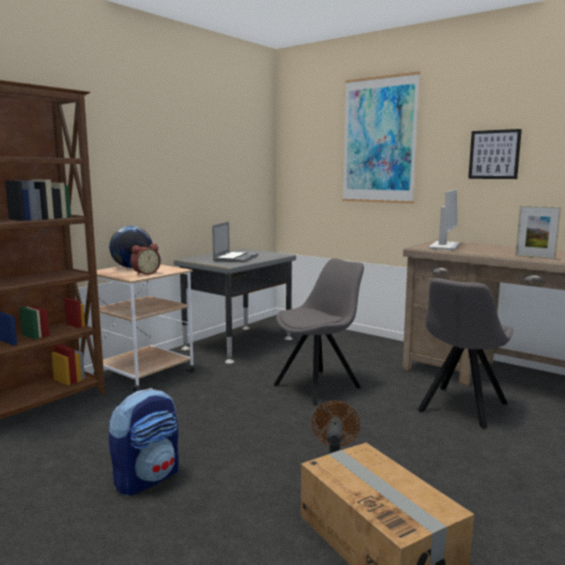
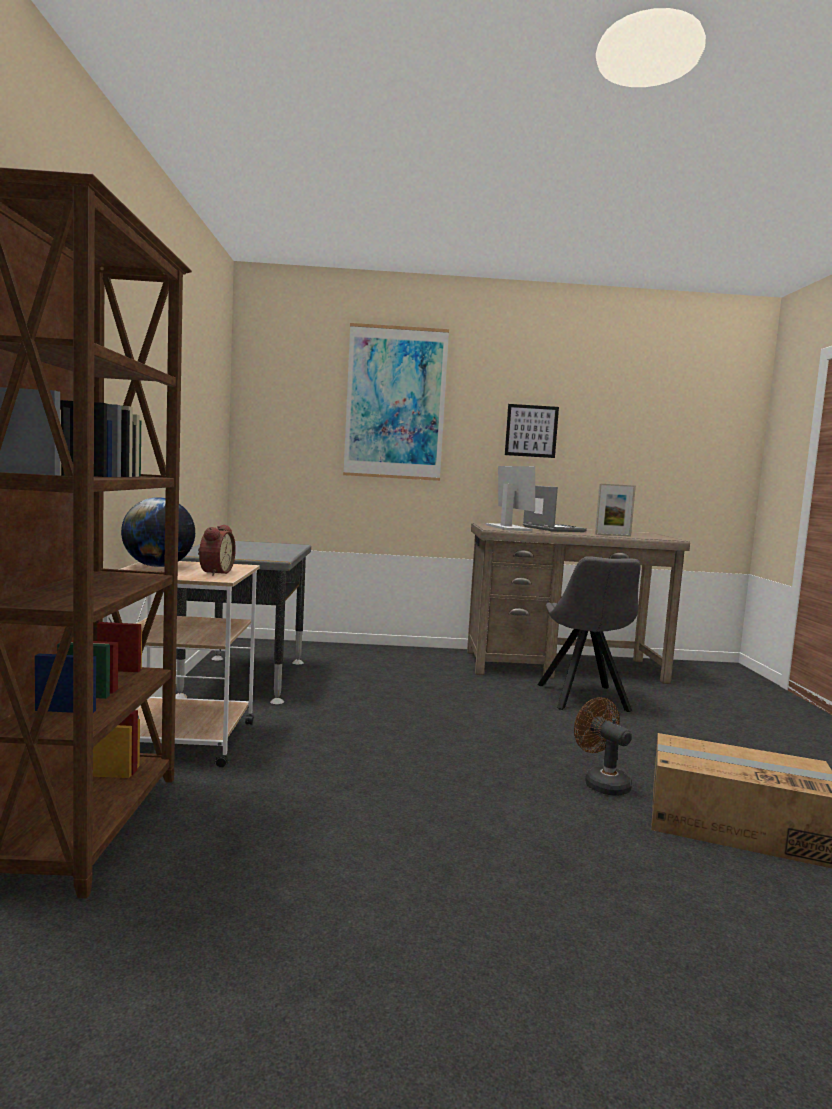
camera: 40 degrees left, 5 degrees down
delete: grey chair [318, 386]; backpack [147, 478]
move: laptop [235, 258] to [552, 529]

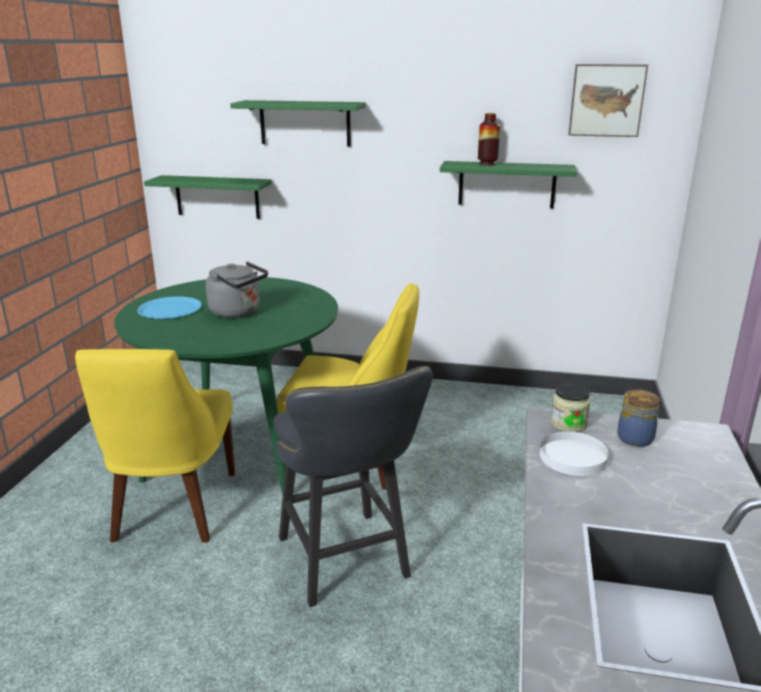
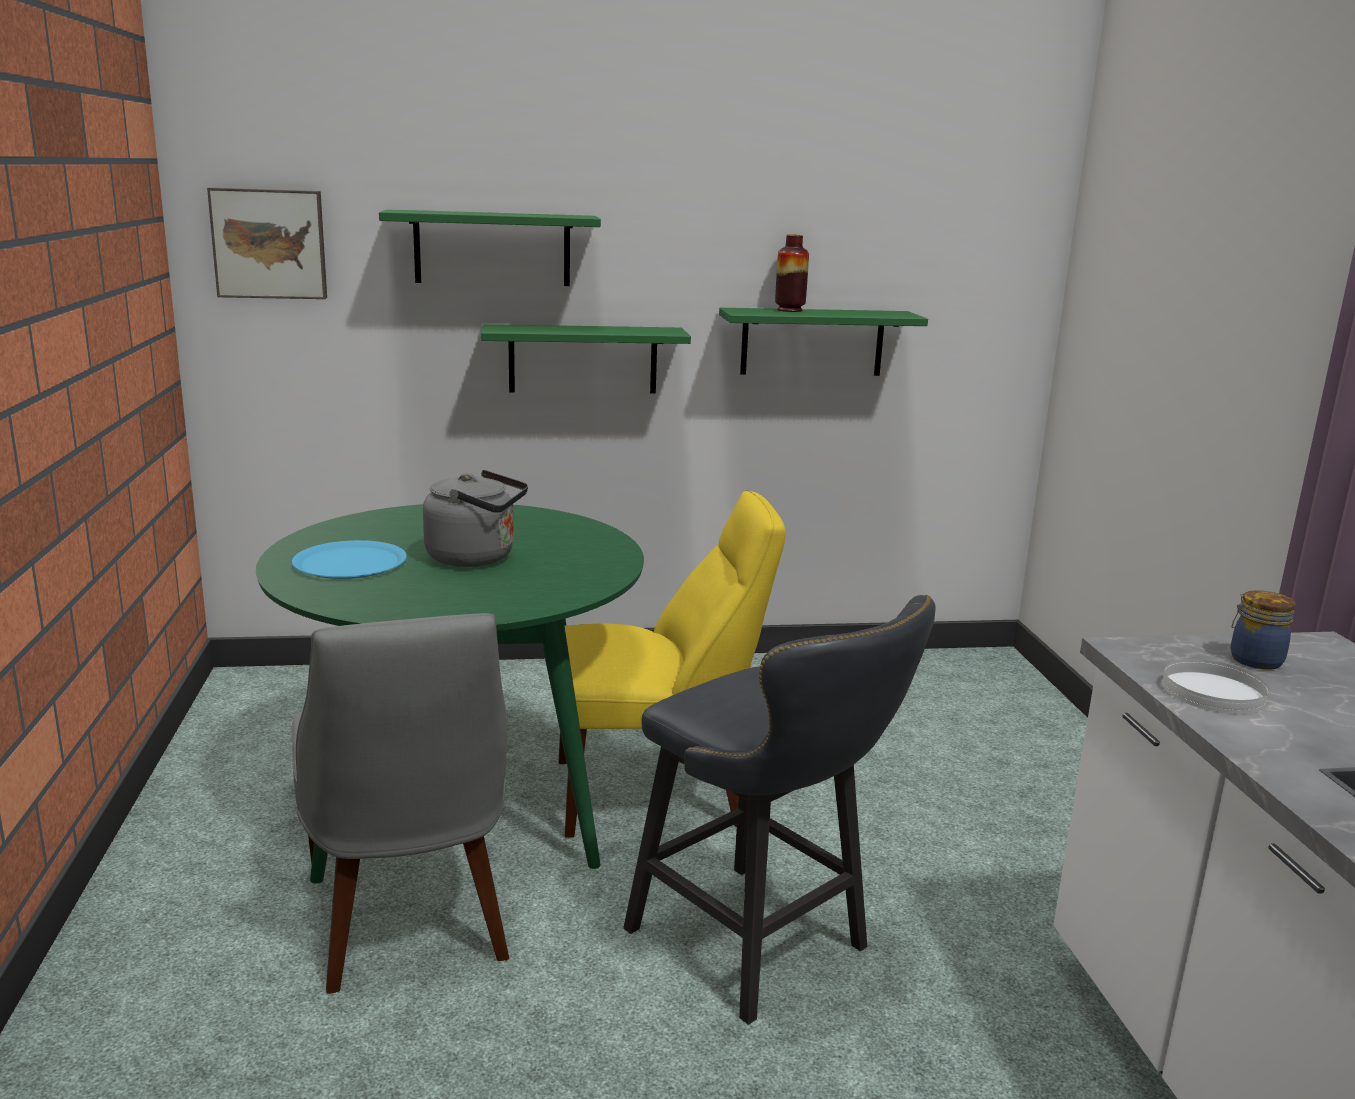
camera: 20 degrees left, 5 degrees down
delete: jar [568, 424]
move: picture [606, 100] to [270, 243]; green shelf [217, 197] to [583, 359]
recolor: yellow chair [173, 509] to grey chair [408, 918]

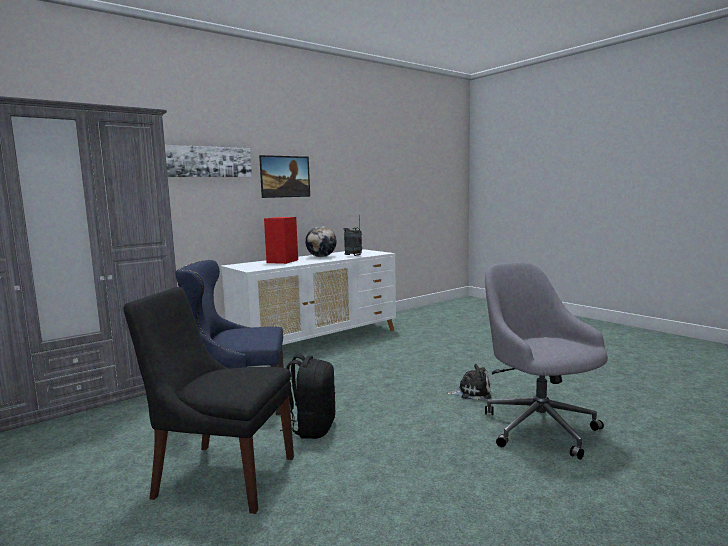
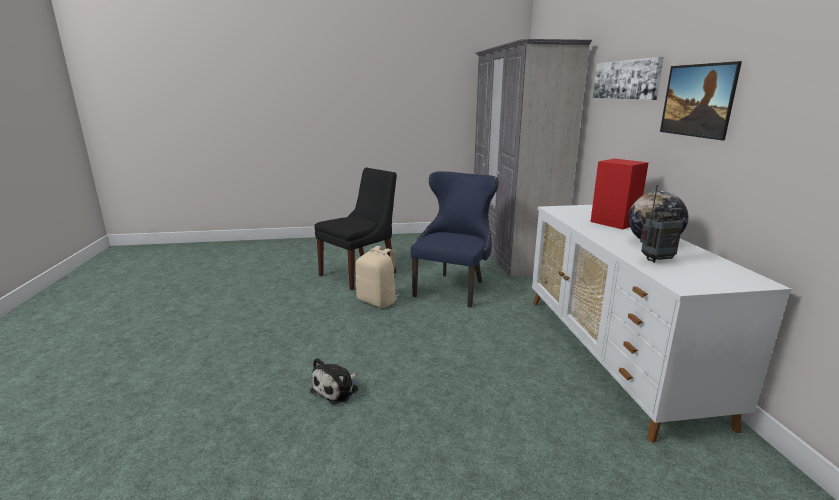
camera: 120 degrees right, 10 degrees up
delete: grey office chair [538, 428]
recolor: black backpack [312, 428] to beige backpack [378, 301]

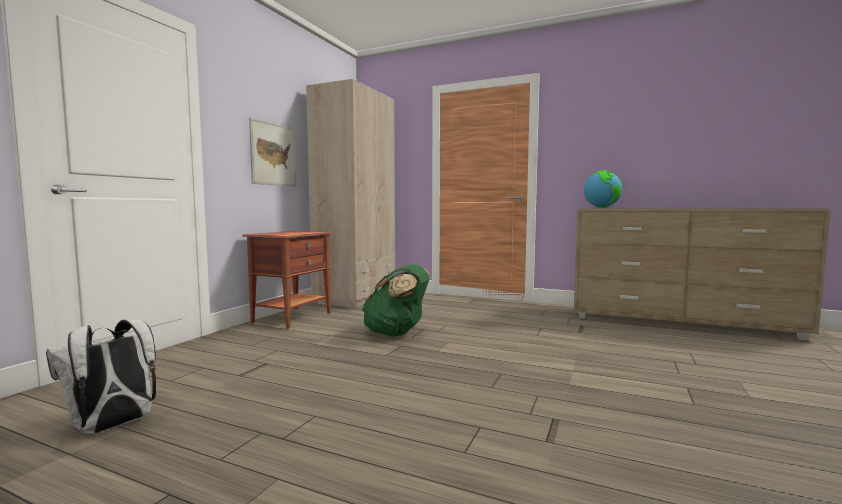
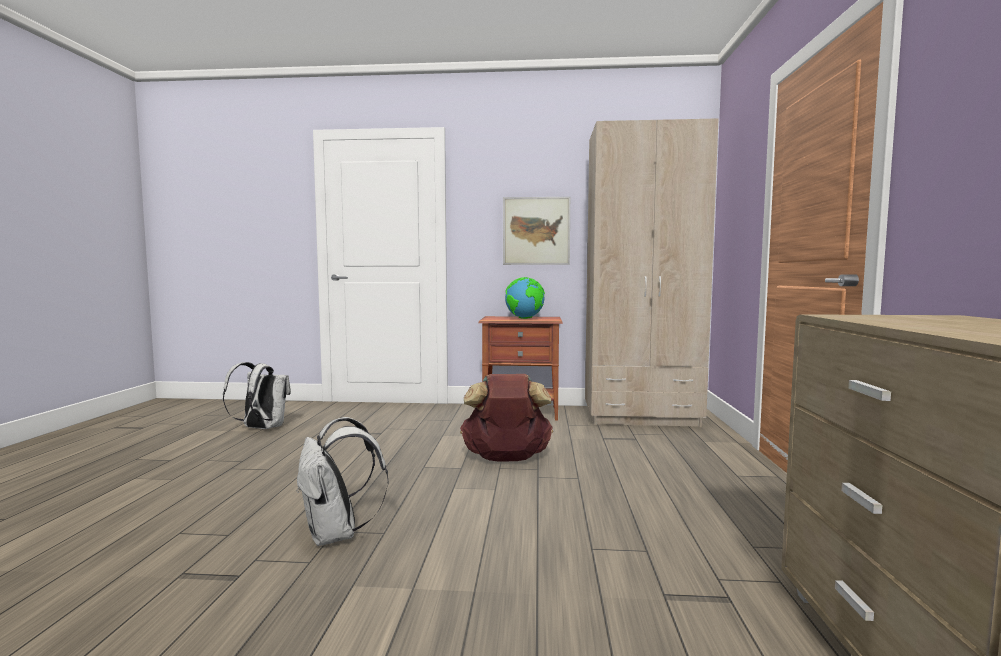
camera: 70 degrees right, 0 degrees up
insert: white backpack [336, 535]
move: globe [602, 208] to [525, 318]
recolor: green backpack [397, 333] to brown backpack [506, 459]

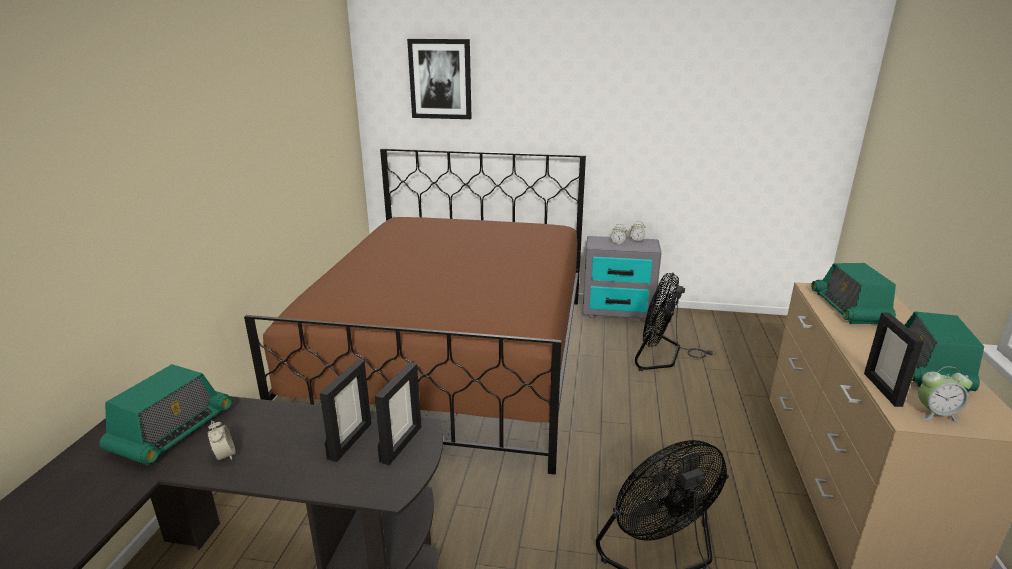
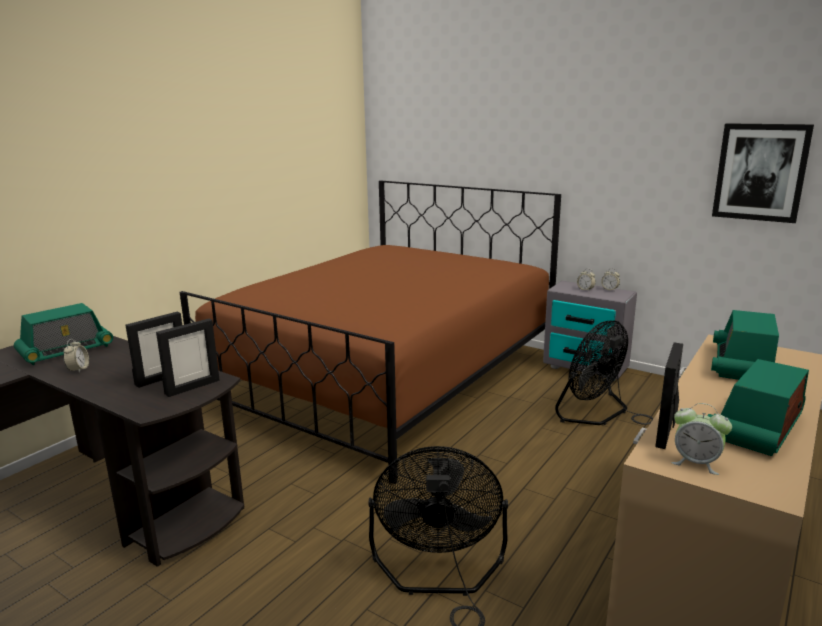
camera: 25 degrees right, 5 degrees down
move: picture [440, 79] to [760, 172]

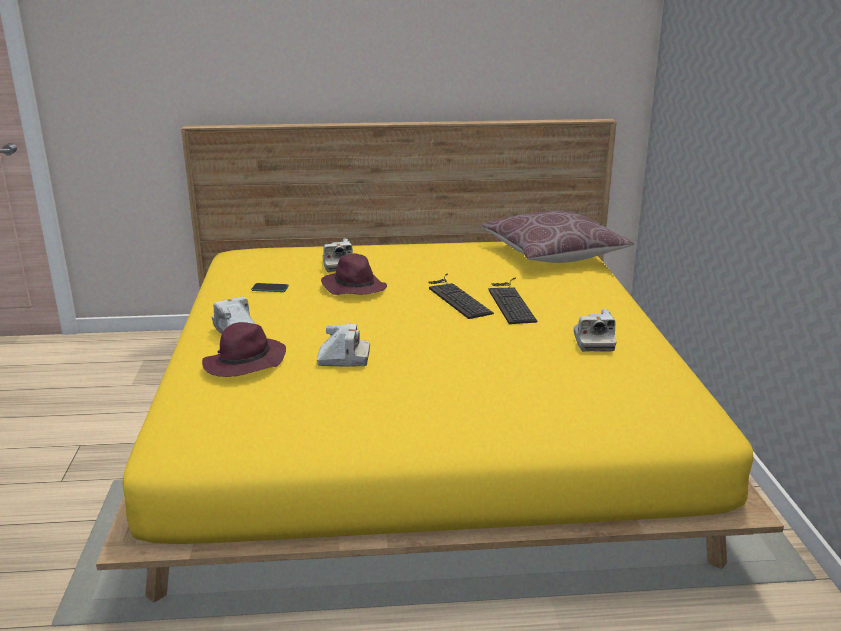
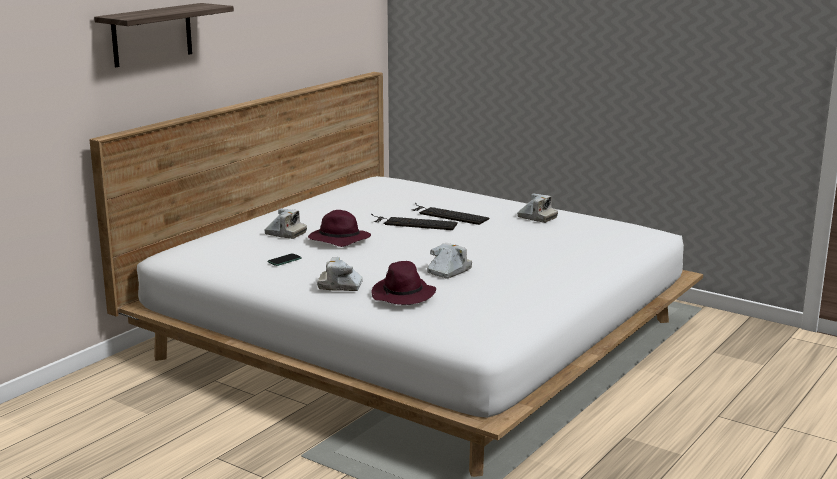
camera: 50 degrees left, 5 degrees down
delete: brown pillow [553, 253]
insert: shelf [152, 35]
recolor: yellow bed [420, 429] to white bed [419, 339]

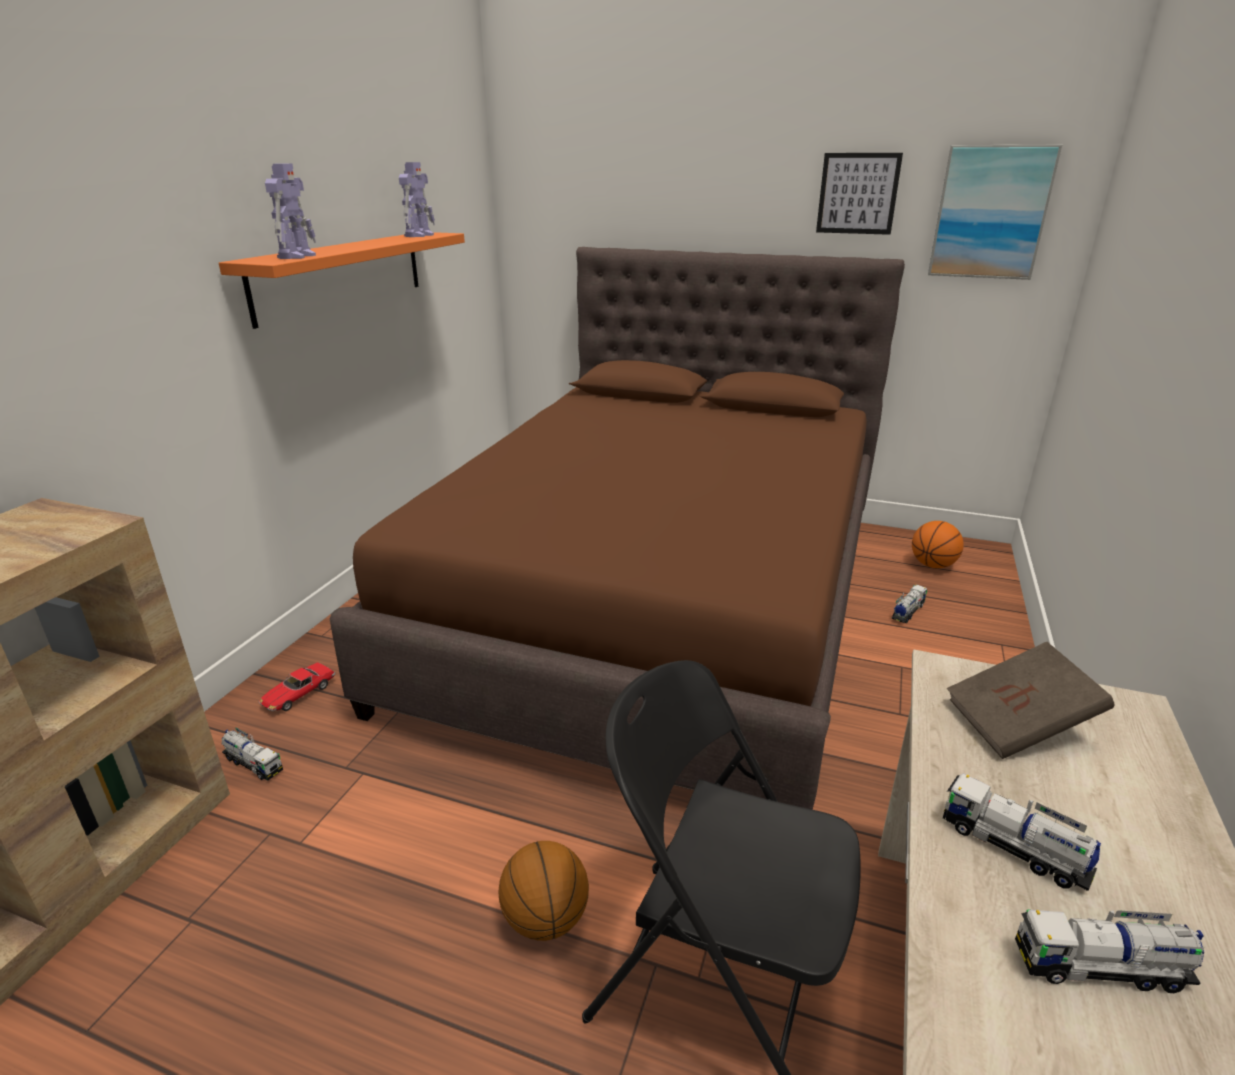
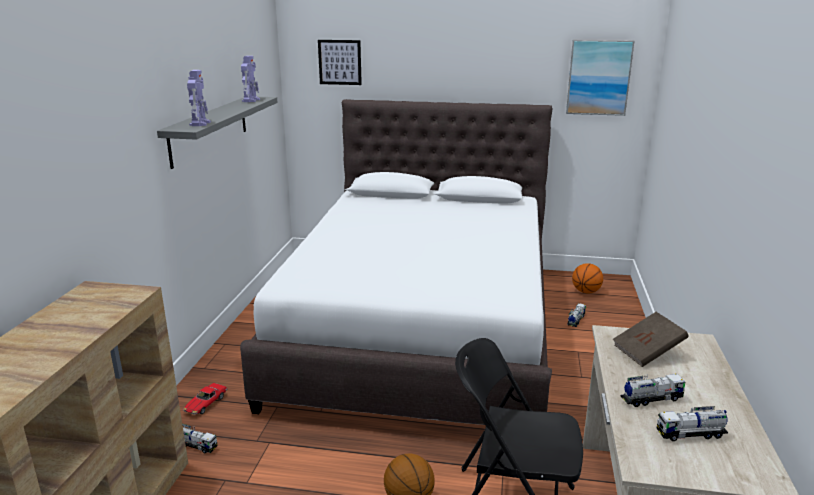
camera: 10 degrees left, 5 degrees down
move: picture [858, 193] to [340, 62]
recolor: orange shelf [341, 275] to grey shelf [210, 129]; brown bed [659, 601] to white bed [422, 327]
rotate: toy truck [1013, 847] = [651, 399] 135 degrees clockwise

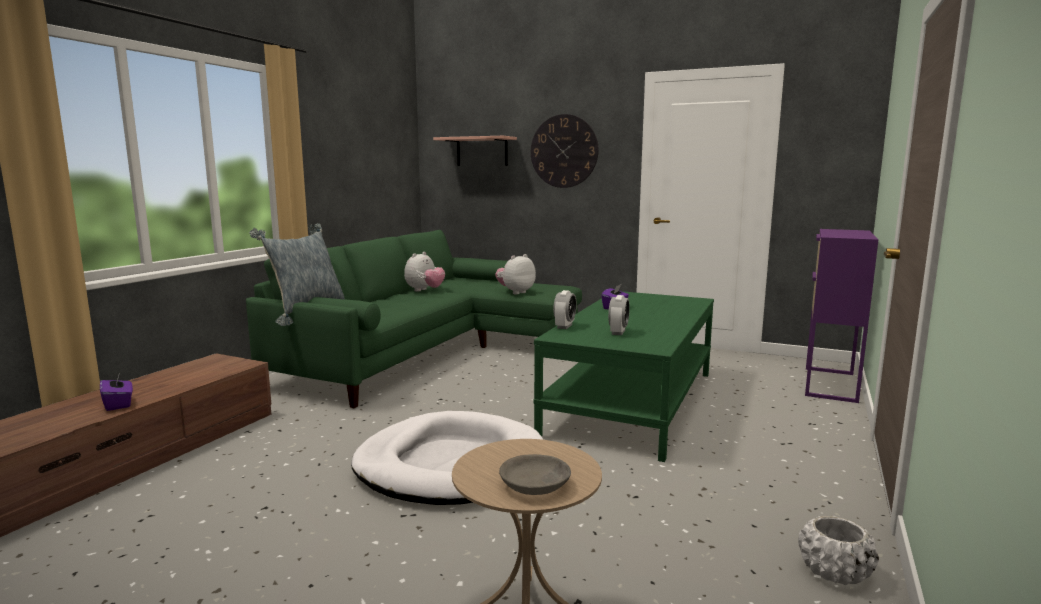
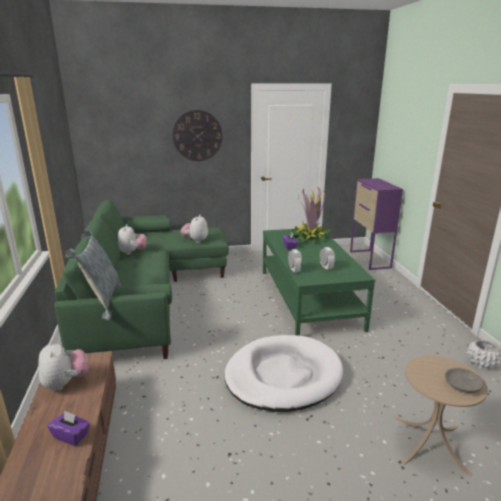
camera: 35 degrees left, 10 degrees up
delete: shelf [482, 151]
insert: potted plant [310, 238]; plush toy [65, 383]

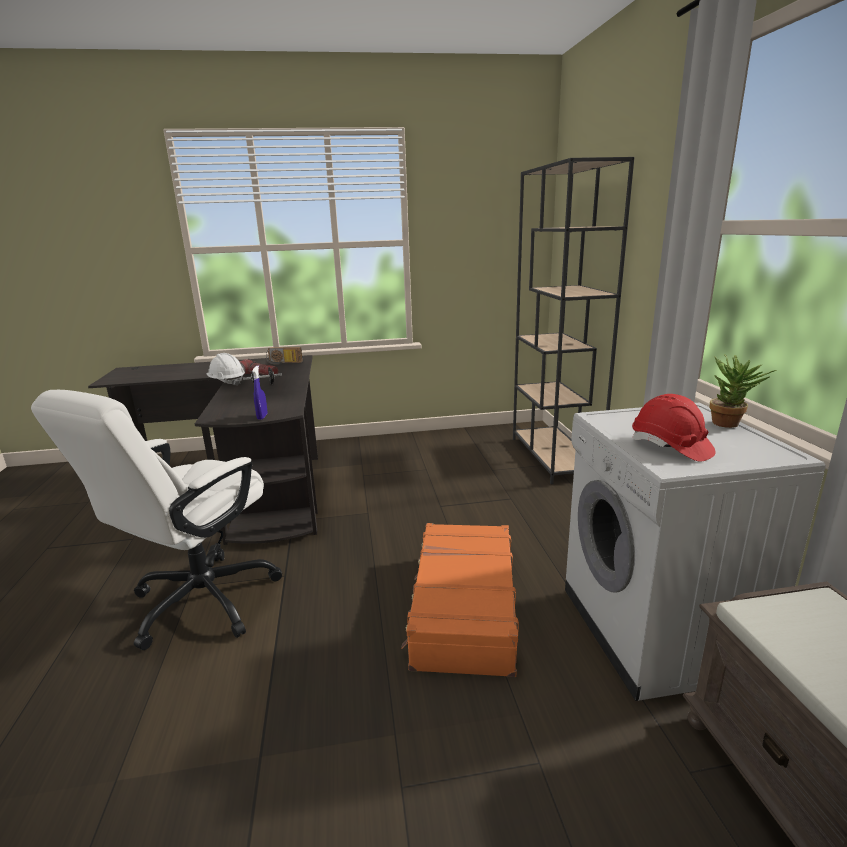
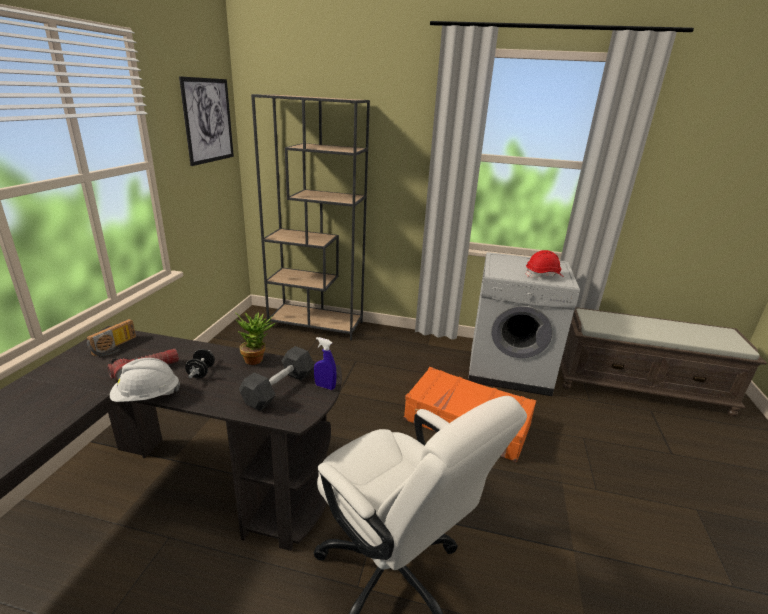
camera: 70 degrees left, 5 degrees up
insert: picture [208, 120]; black dumbbell [279, 389]
move: potted plant [731, 424] to [257, 359]

